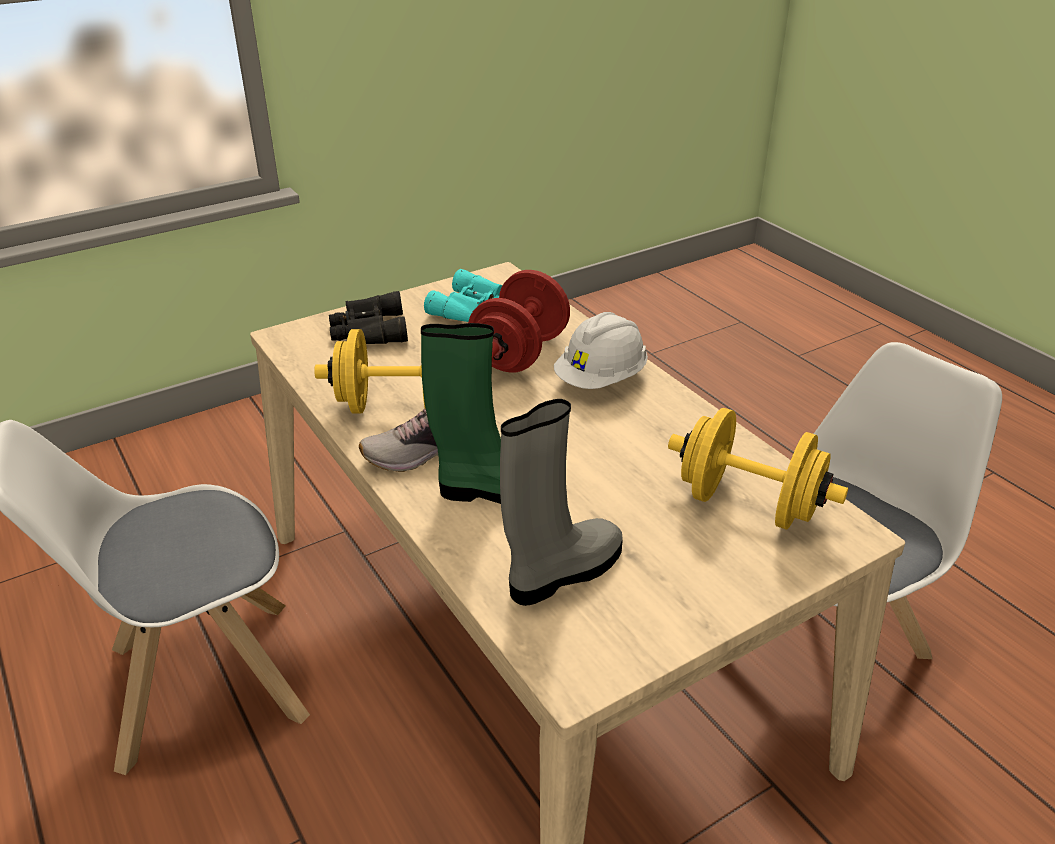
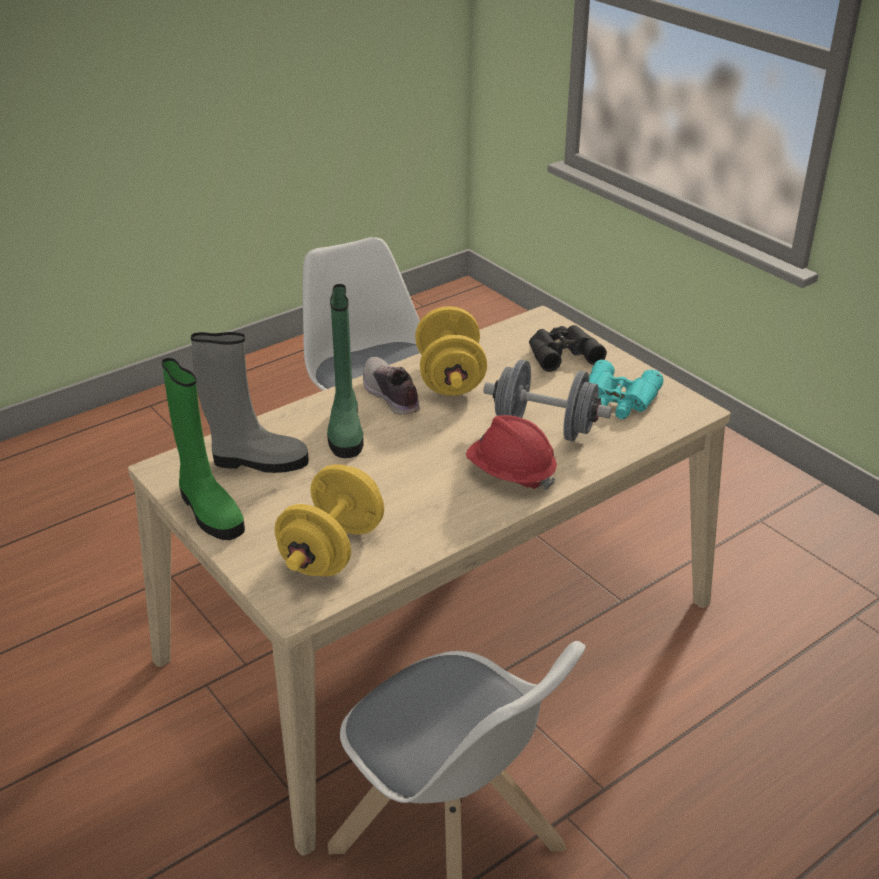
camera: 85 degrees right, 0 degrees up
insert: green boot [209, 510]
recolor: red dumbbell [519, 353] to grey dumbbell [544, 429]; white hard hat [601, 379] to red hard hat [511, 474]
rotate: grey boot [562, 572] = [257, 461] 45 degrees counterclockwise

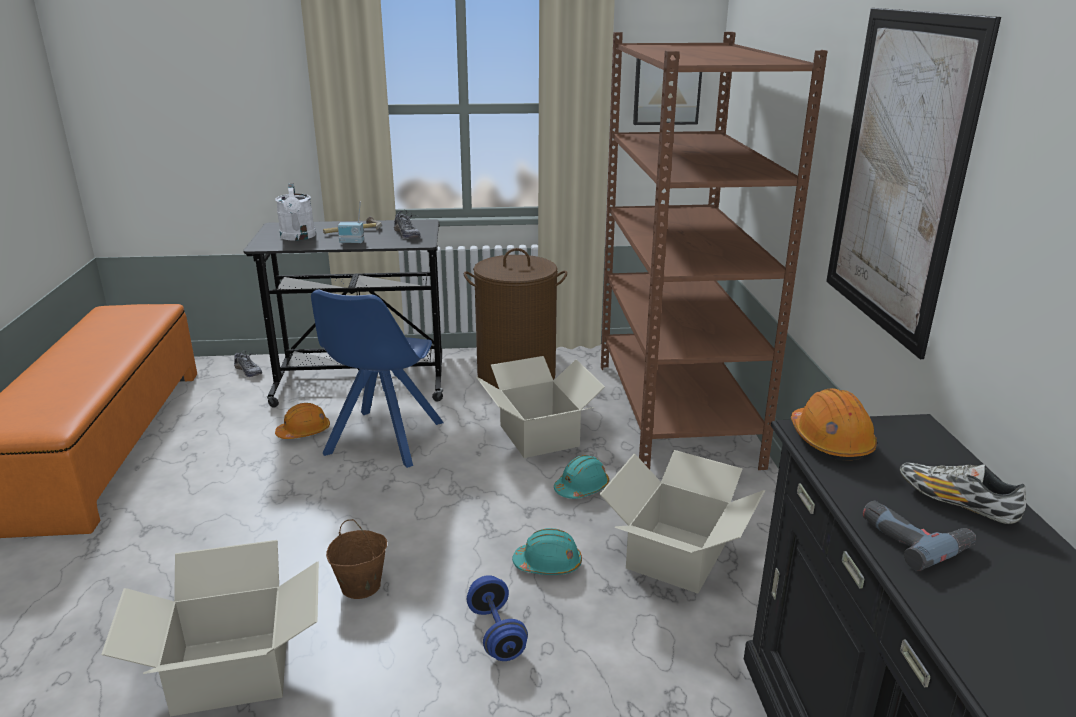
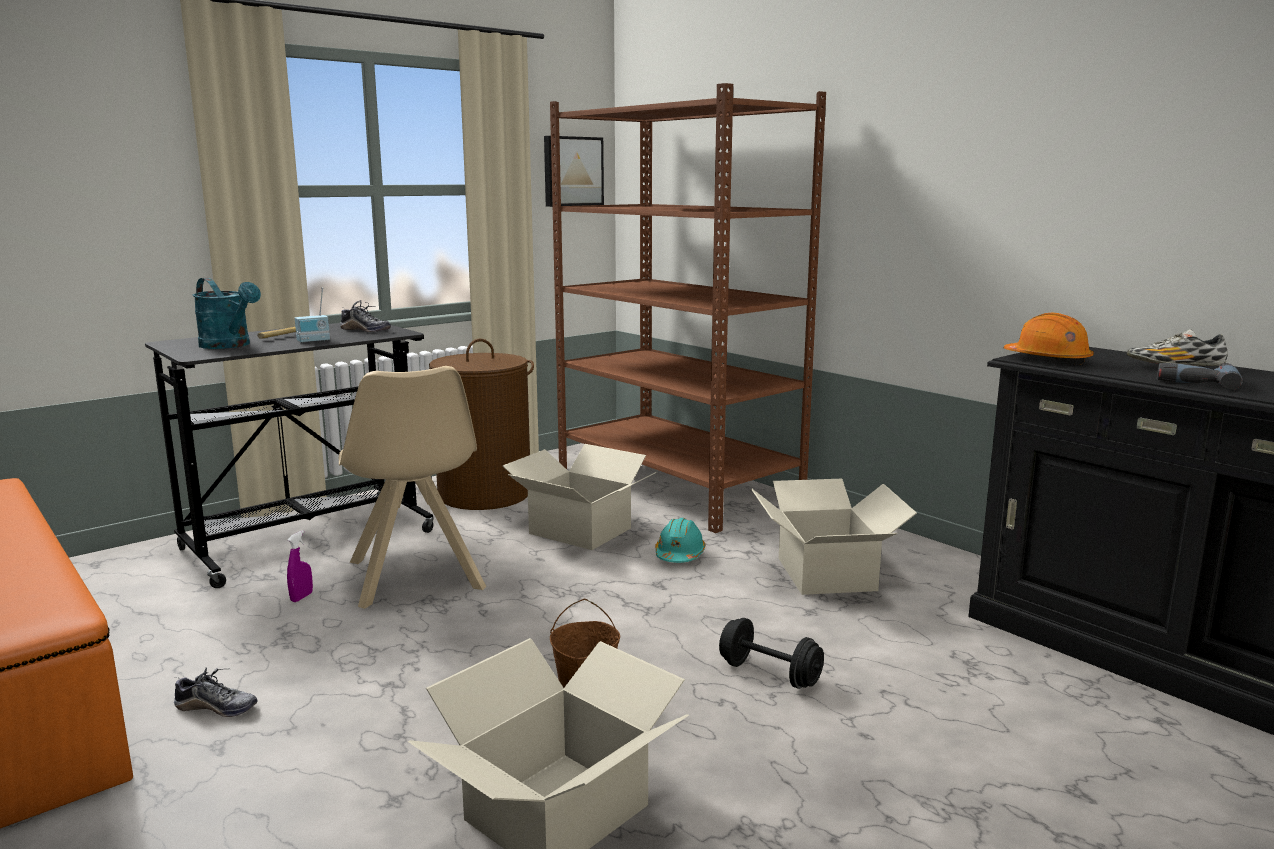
camera: 35 degrees left, 10 degrees down
delete: picture [898, 175]; turquoise hard hat [548, 564]
move: shoe [248, 371] to [216, 708]
replace: orange hard hat [304, 432] to purple spray bottle [301, 597]
recolor: white watering can [298, 237] to turquoise watering can [230, 345]; blue chair [383, 440] to beige chair [415, 577]; blue dumbbell [496, 633] to black dumbbell [769, 674]

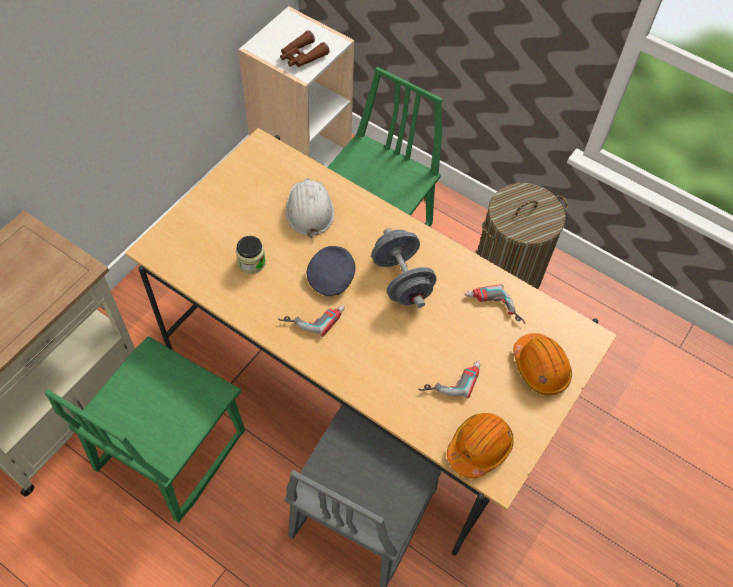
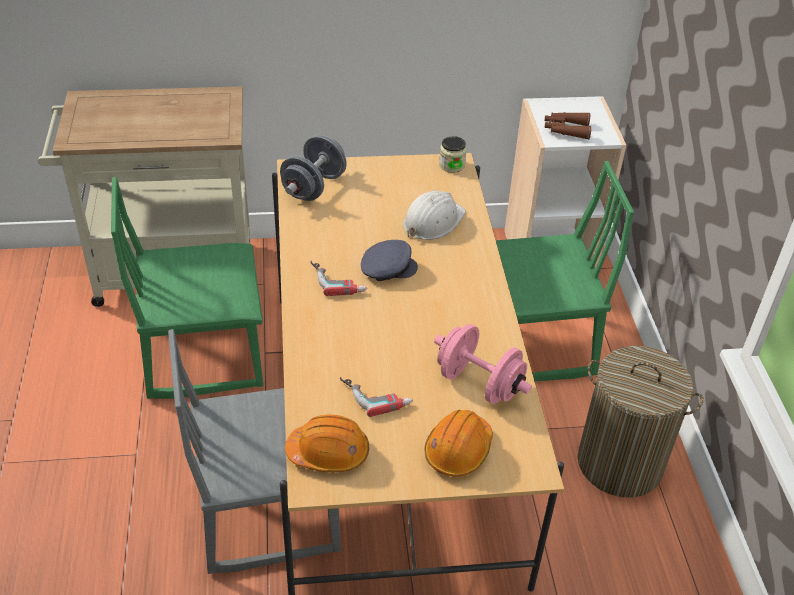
camera: 50 degrees right, 15 degrees down
move: grey dumbbell [401, 280] to [314, 187]; jar [251, 262] to [451, 165]
replace: power drill [493, 309] to pink dumbbell [479, 383]

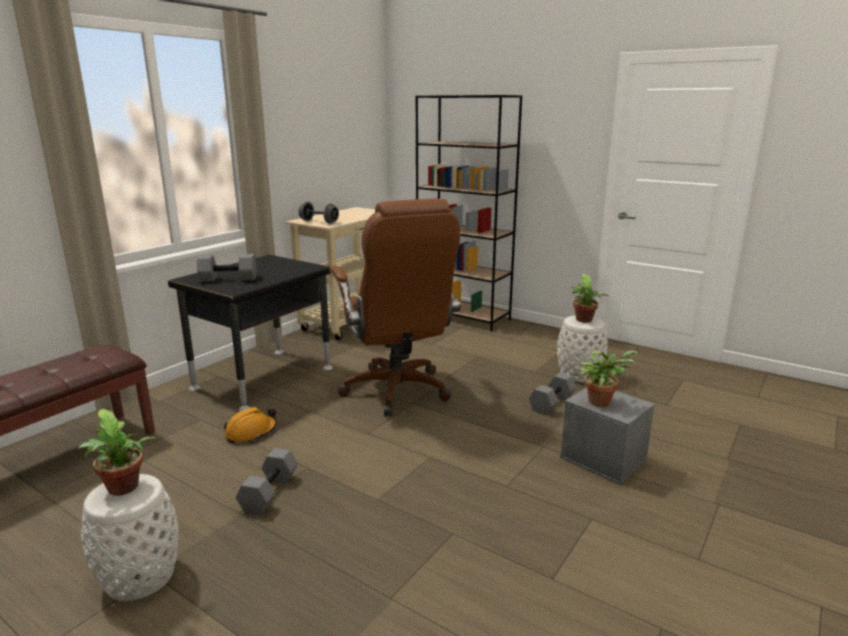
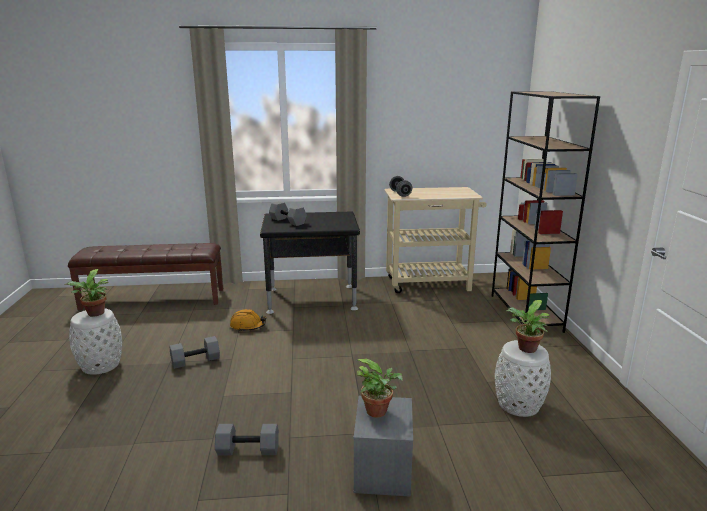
camera: 50 degrees right, 0 degrees up
delete: brown office chair [396, 391]
move: grey dumbbell [552, 403] to [247, 451]

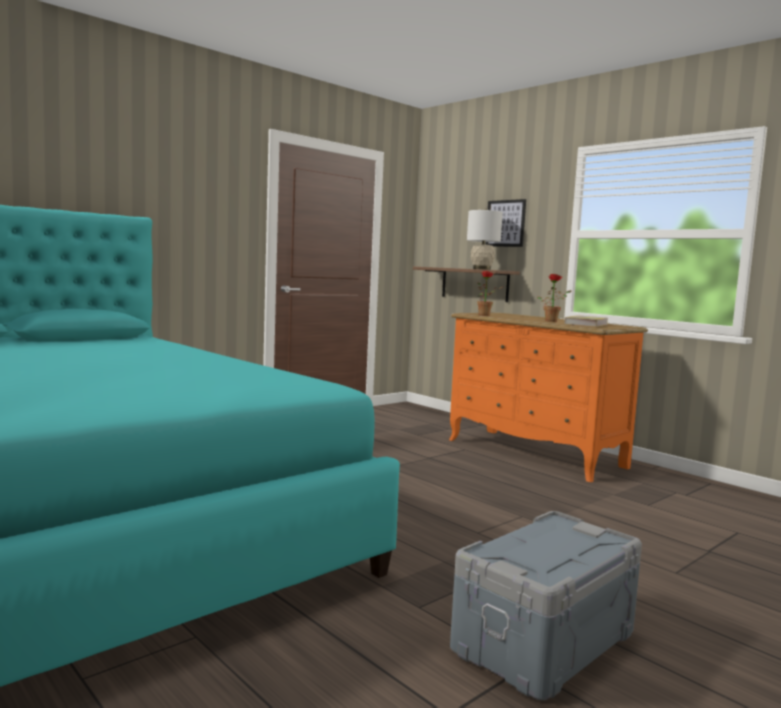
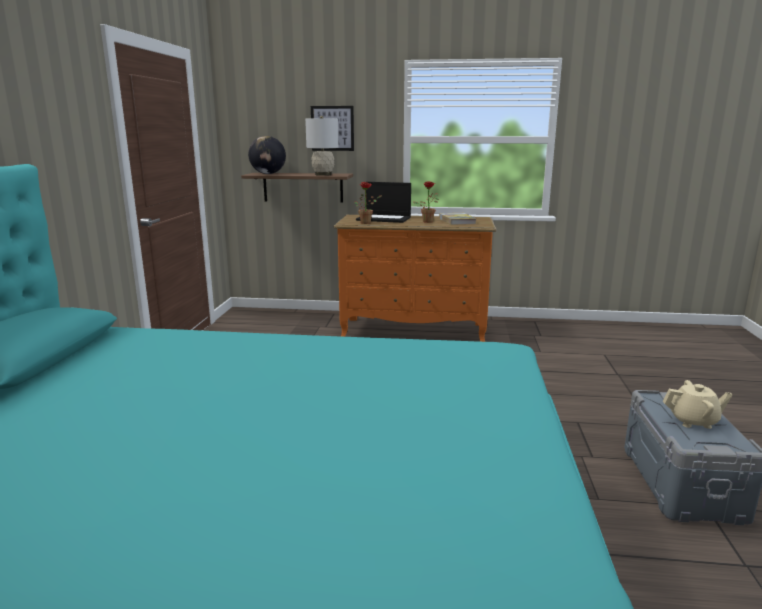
camera: 40 degrees left, 10 degrees up
insert: globe [268, 173]; laptop [384, 219]; beige teapot [693, 421]

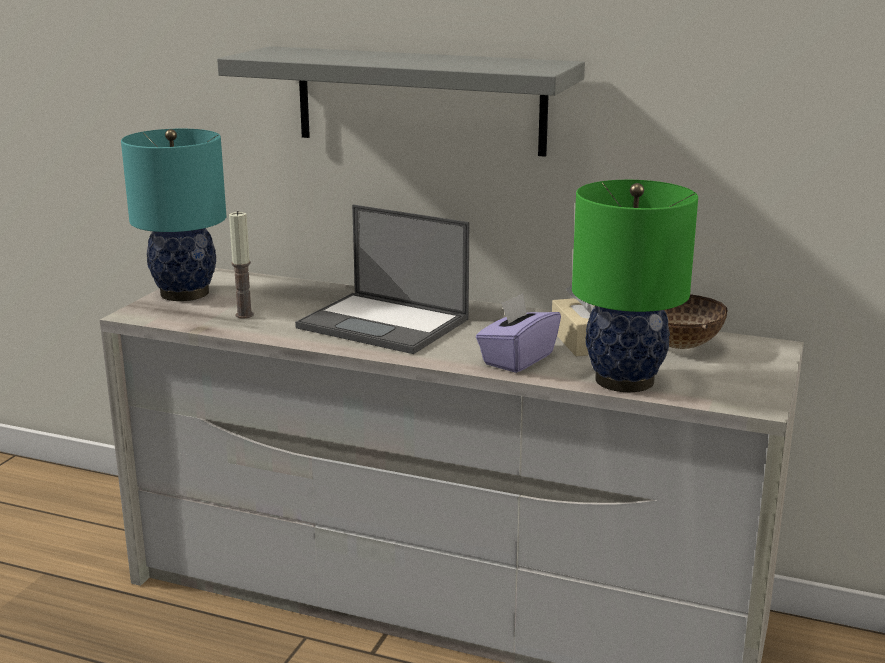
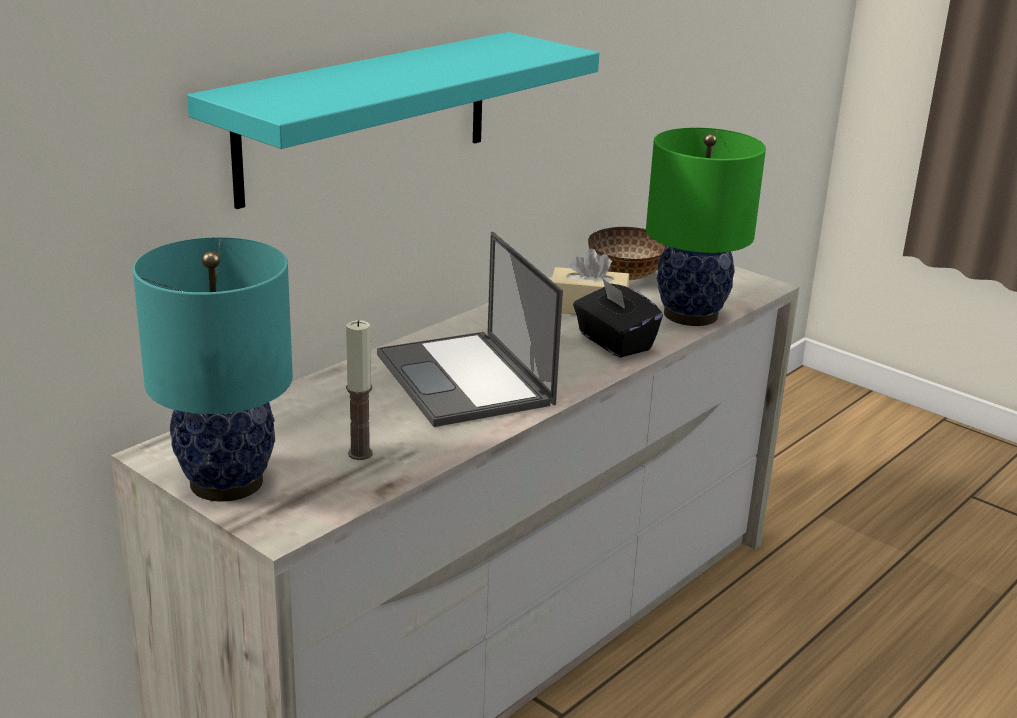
camera: 70 degrees left, 5 degrees up
recolor: grey shelf [419, 100] to turquoise shelf [366, 116]; purple tissue box [517, 359] to black tissue box [614, 342]
rotate: laptop [385, 324] = [466, 380] 105 degrees clockwise

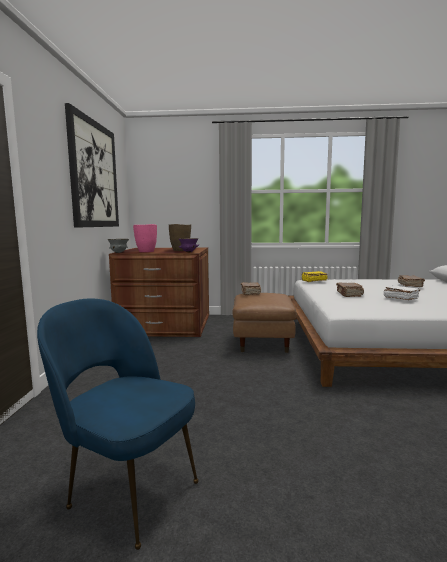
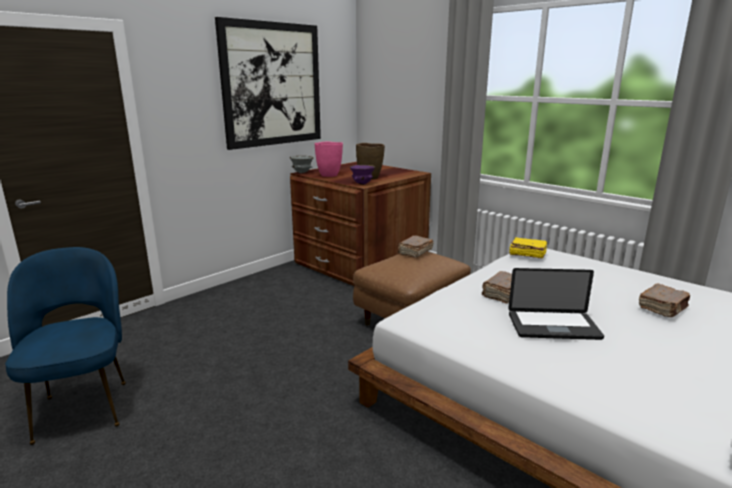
camera: 40 degrees right, 10 degrees up
replace: white book [400, 298] to laptop [553, 326]

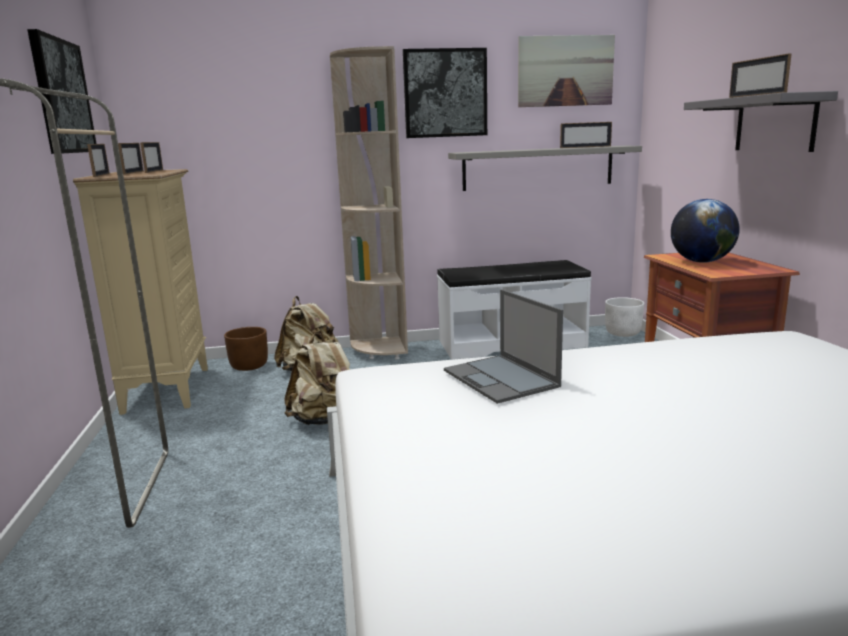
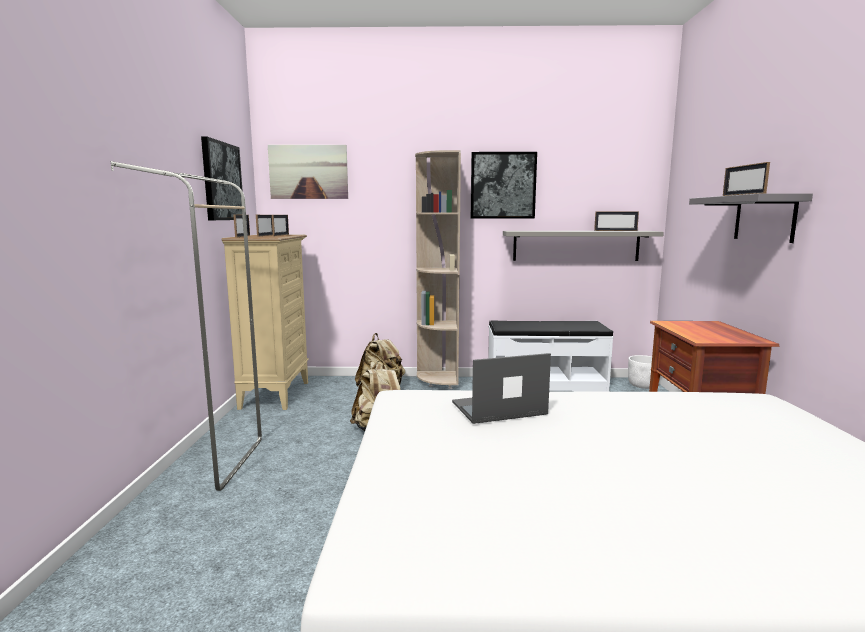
camera: 10 degrees right, 5 degrees down
delete: globe [701, 262]; brown planter [249, 366]
move: picture [565, 71] to [308, 172]
rotate: laptop [501, 379] = [497, 408] 90 degrees clockwise

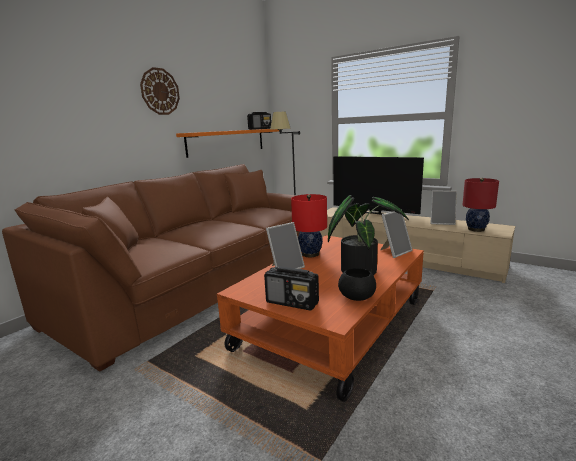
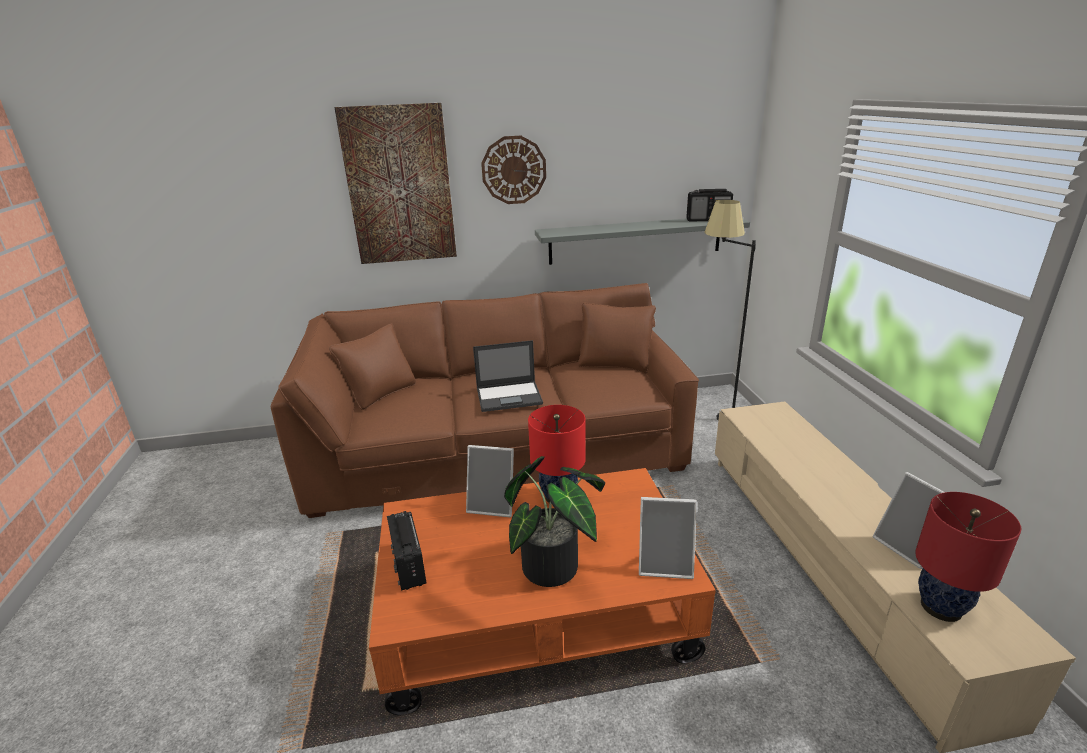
camera: 45 degrees right, 10 degrees up
delete: television [374, 213]; black bowl [357, 297]
insert: picture [399, 186]; laptop [510, 396]
recolor: orange shelf [227, 141] to grey shelf [635, 239]

